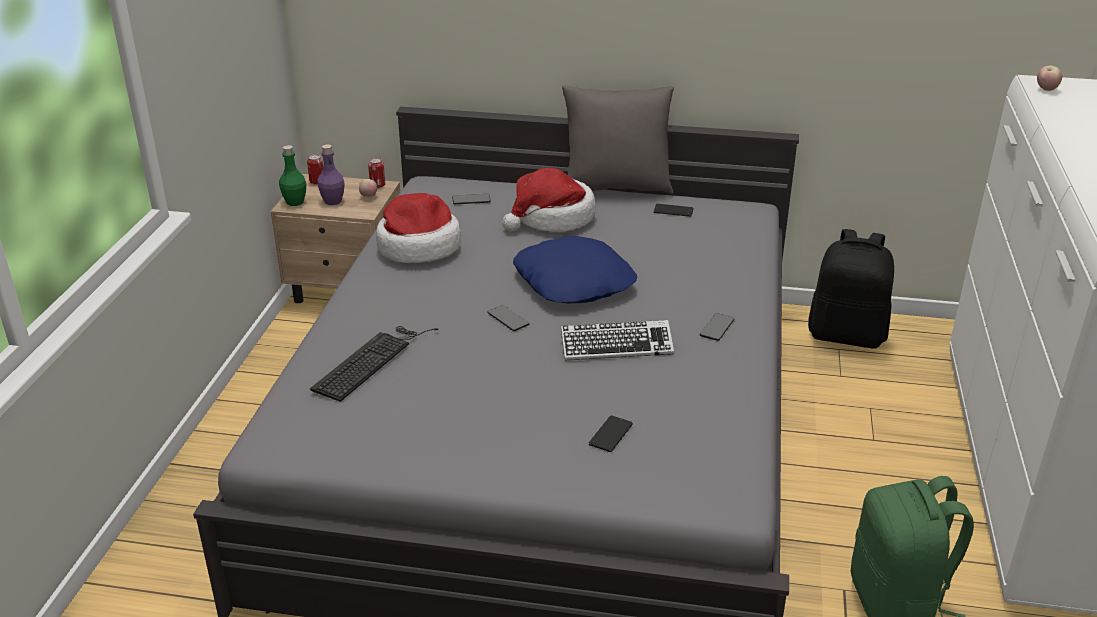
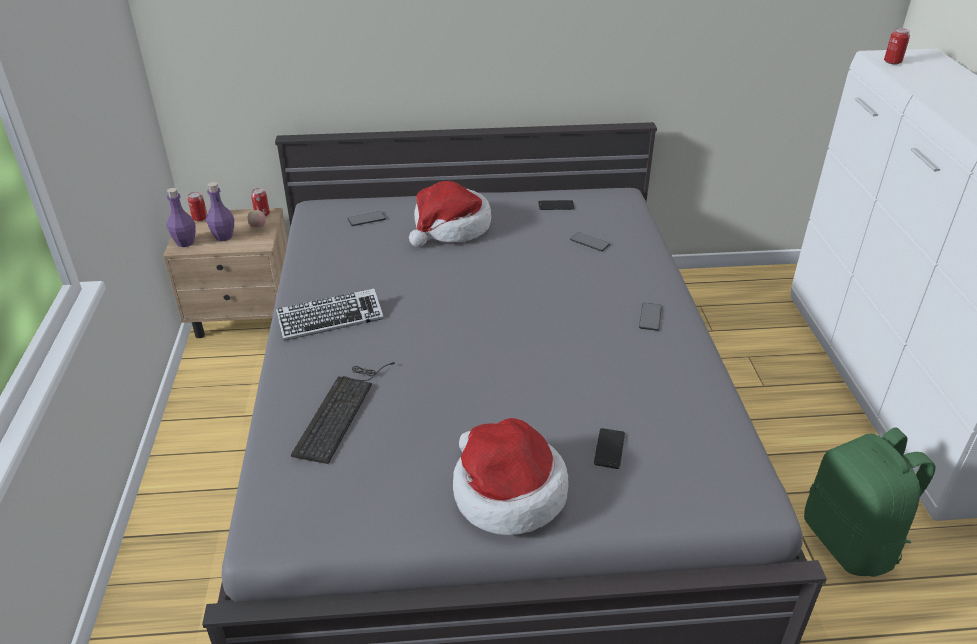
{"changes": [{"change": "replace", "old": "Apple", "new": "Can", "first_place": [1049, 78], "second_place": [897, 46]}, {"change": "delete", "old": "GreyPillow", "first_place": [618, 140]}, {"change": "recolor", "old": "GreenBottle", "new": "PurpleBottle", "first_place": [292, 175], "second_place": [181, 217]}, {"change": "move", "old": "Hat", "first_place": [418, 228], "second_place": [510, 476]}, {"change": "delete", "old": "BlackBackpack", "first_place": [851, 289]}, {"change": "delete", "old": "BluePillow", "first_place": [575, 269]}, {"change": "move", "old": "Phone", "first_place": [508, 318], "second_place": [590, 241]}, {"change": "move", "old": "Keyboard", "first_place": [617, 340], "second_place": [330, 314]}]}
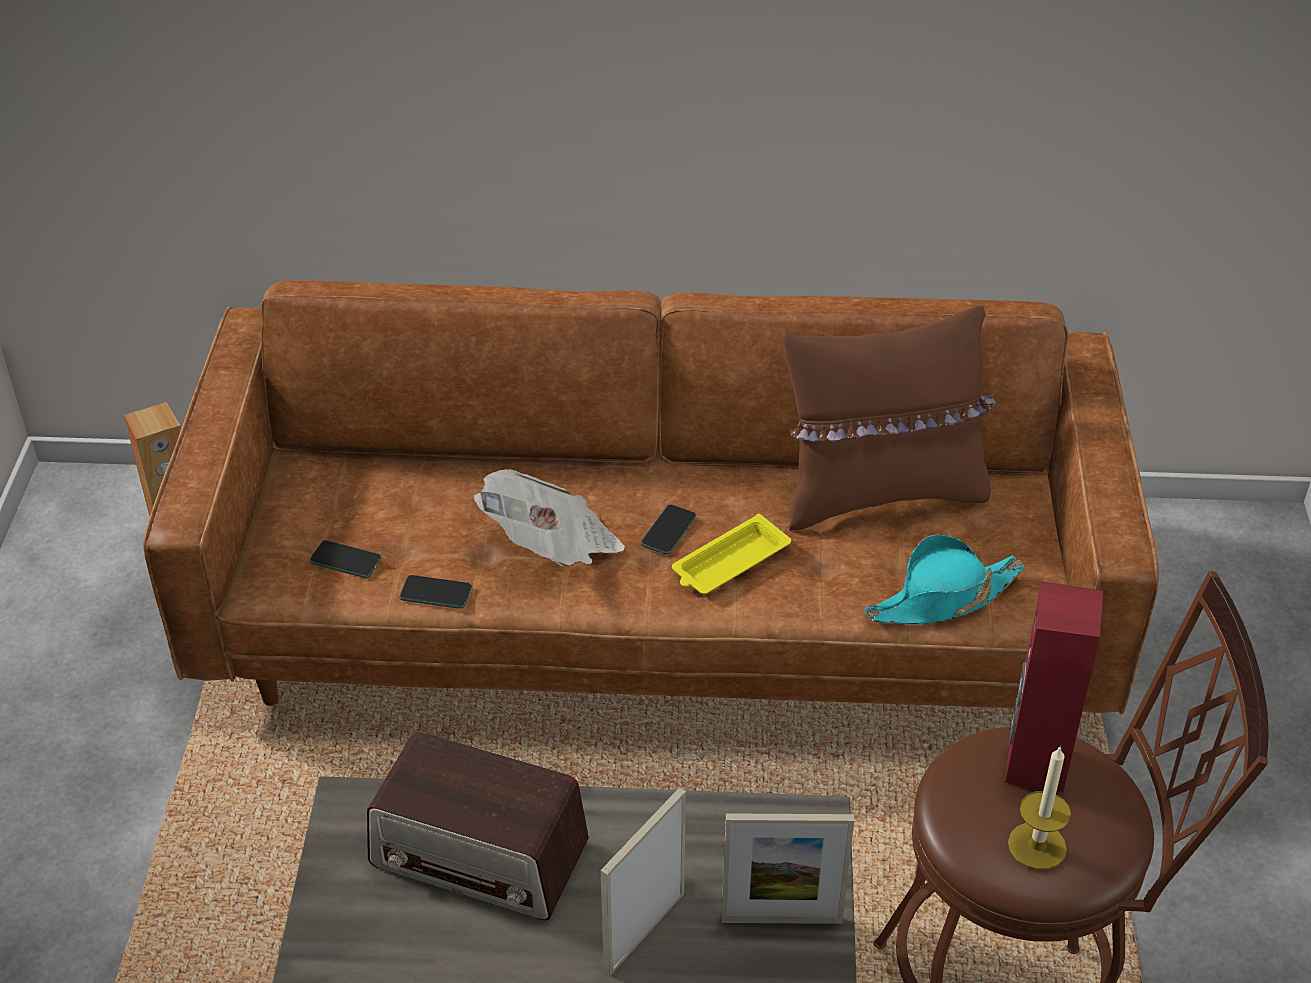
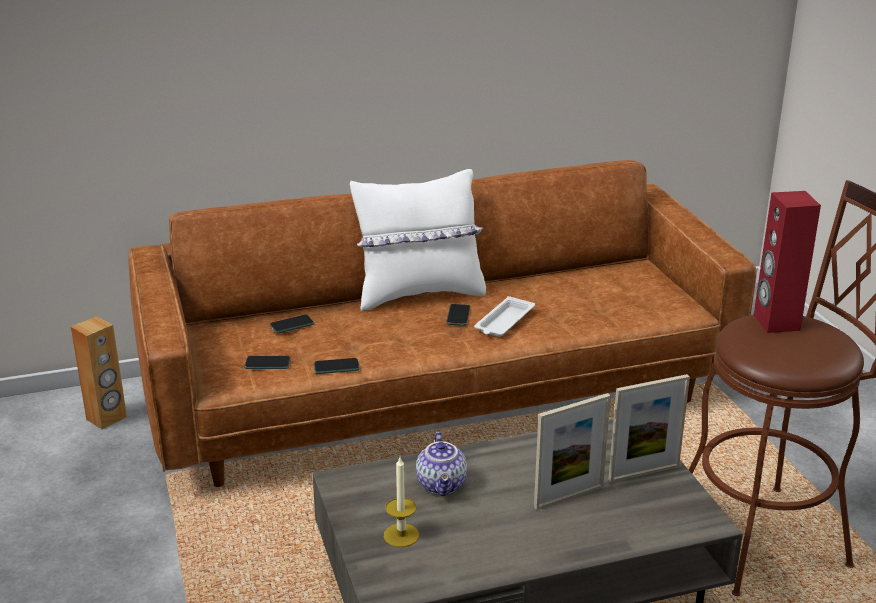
{"changes": [{"change": "delete", "old": "BrownPillow", "first_place": [889, 418]}, {"change": "delete", "old": "Newspaper", "first_place": [549, 518]}, {"change": "recolor", "old": "YellowTray", "new": "WhiteTray", "first_place": [731, 554], "second_place": [504, 316]}, {"change": "delete", "old": "TurquoiseHat", "first_place": [944, 580]}, {"change": "replace", "old": "Radio", "new": "Teapot", "first_place": [478, 825], "second_place": [441, 464]}, {"change": "move", "old": "Candle", "first_place": [1039, 807], "second_place": [401, 502]}, {"change": "rotate", "old": "PictureFrame", "first_place": [643, 881], "second_place": [572, 451], "degrees": -135}, {"change": "insert", "new": "WhitePillow", "second_place": [418, 240]}, {"change": "insert", "new": "Phone", "second_place": [291, 324]}]}
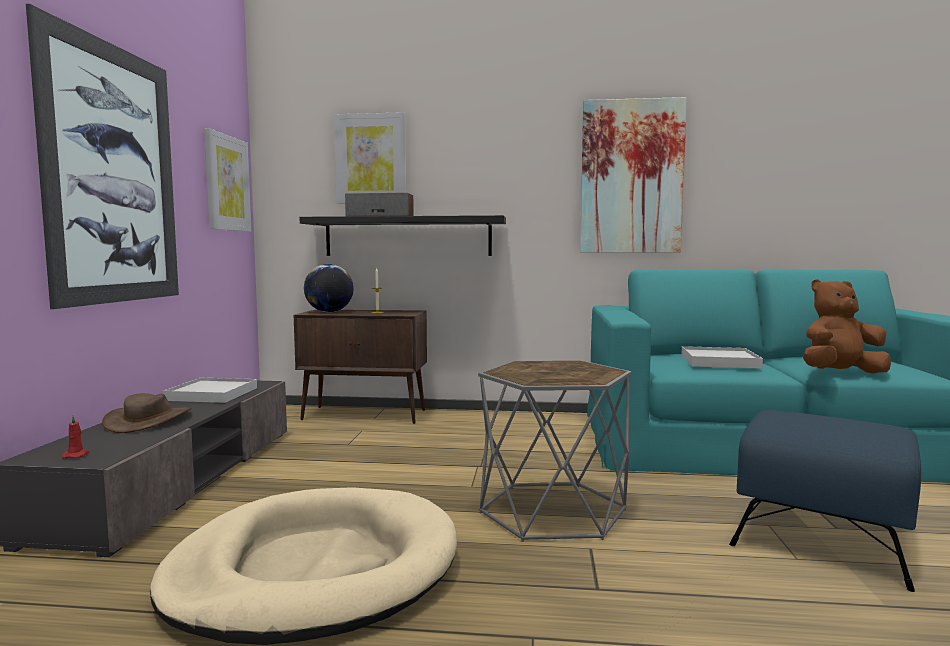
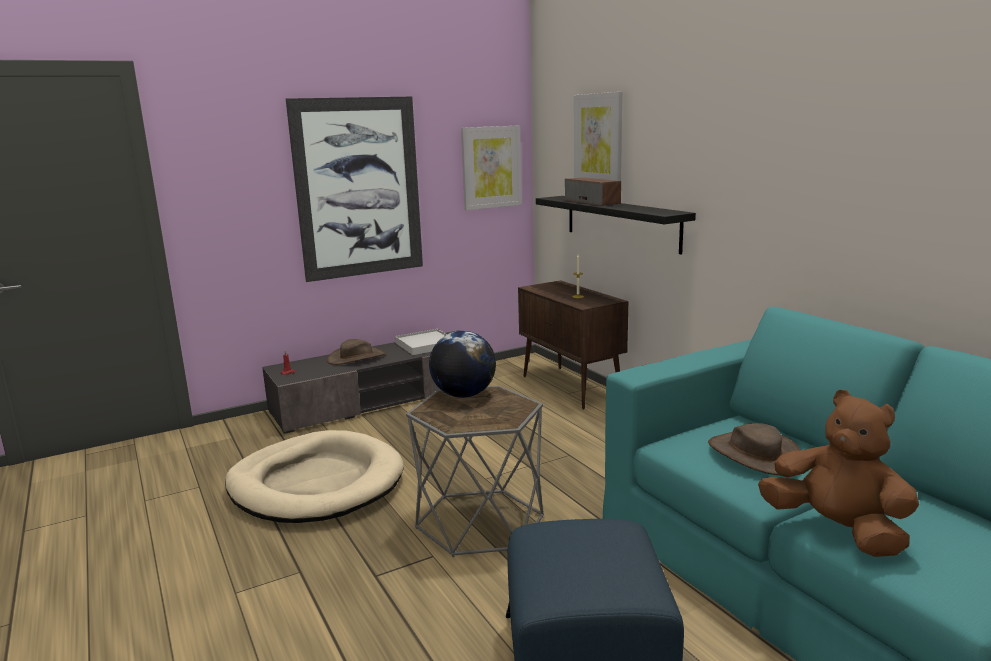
{"changes": [{"change": "delete", "old": "Picture", "first_place": [633, 175]}, {"change": "move", "old": "Globe", "first_place": [329, 288], "second_place": [462, 364]}, {"change": "replace", "old": "WhiteTray", "new": "BrownHat", "first_place": [722, 357], "second_place": [754, 449]}]}
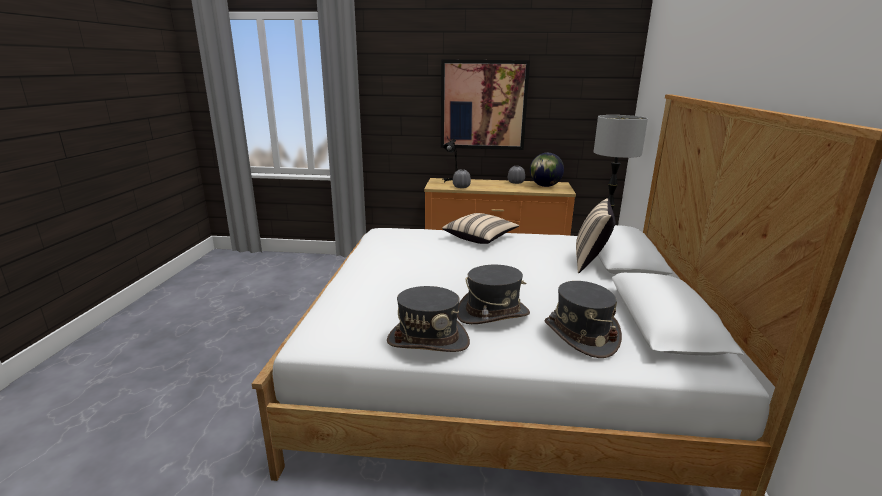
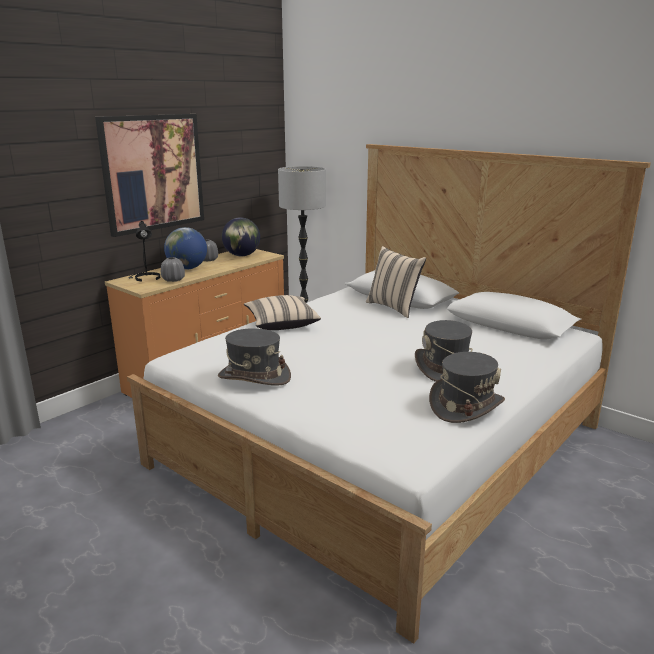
{"changes": [{"change": "move", "old": "GreyHat", "first_place": [583, 319], "second_place": [254, 357]}, {"change": "insert", "new": "Globe", "second_place": [185, 248]}]}
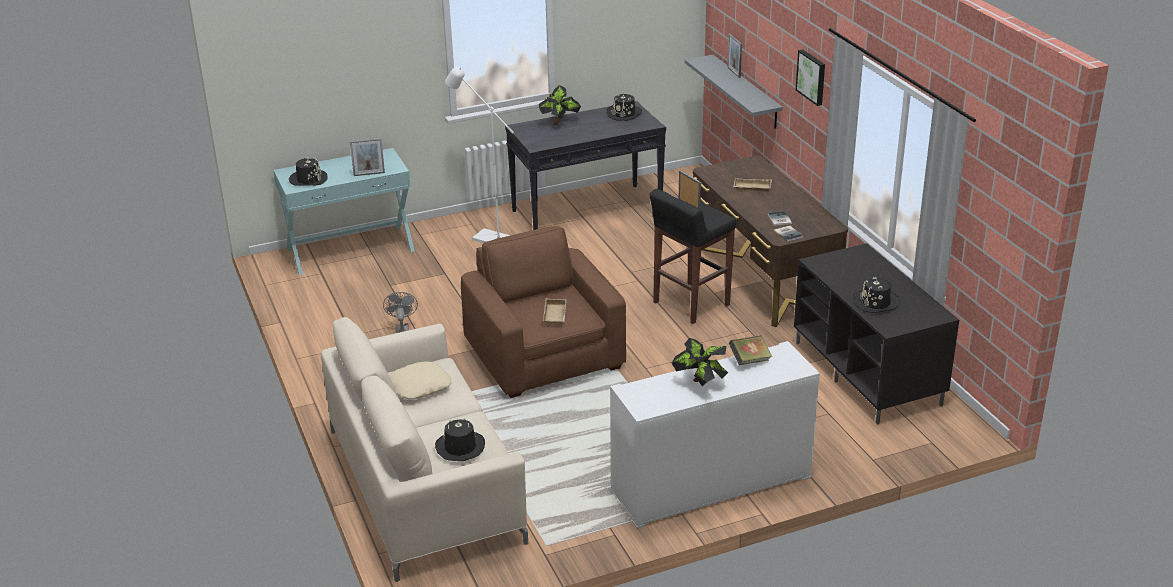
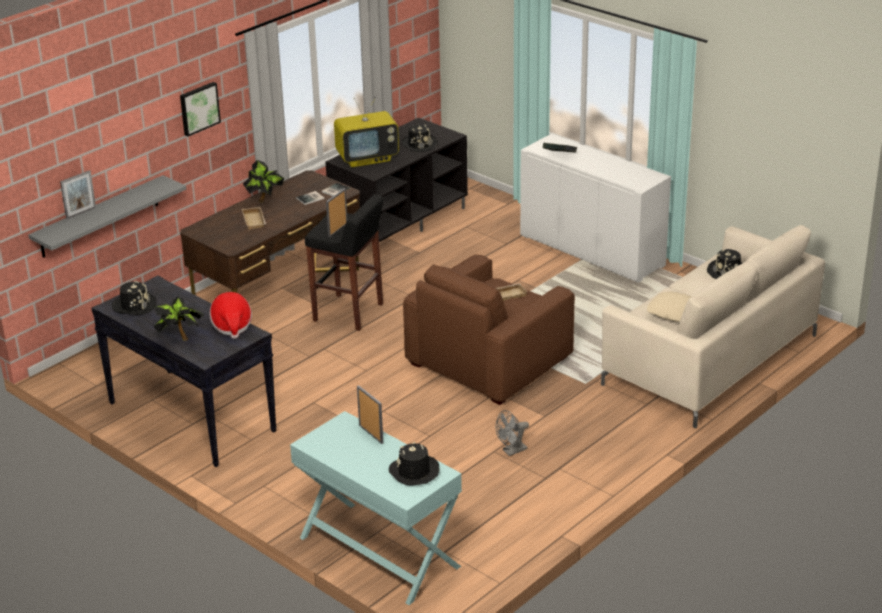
{"changes": [{"change": "delete", "old": "WhiteFloorLamp", "first_place": [479, 155]}, {"change": "move", "old": "PottedPlant", "first_place": [700, 362], "second_place": [263, 181]}, {"change": "insert", "new": "Television", "second_place": [366, 131]}, {"change": "insert", "new": "Hat", "second_place": [230, 315]}]}
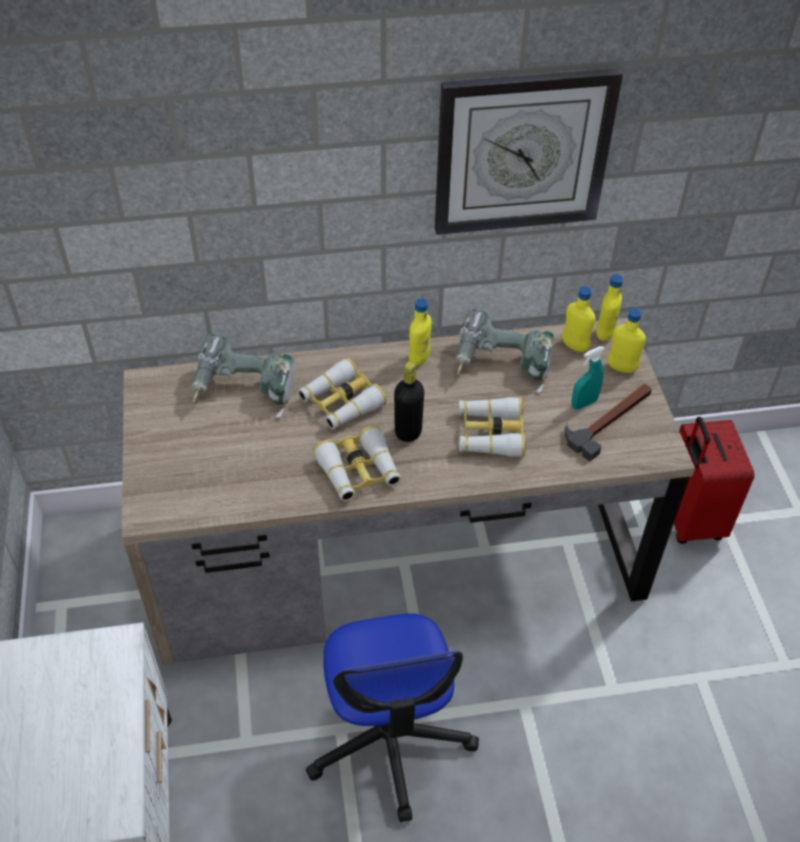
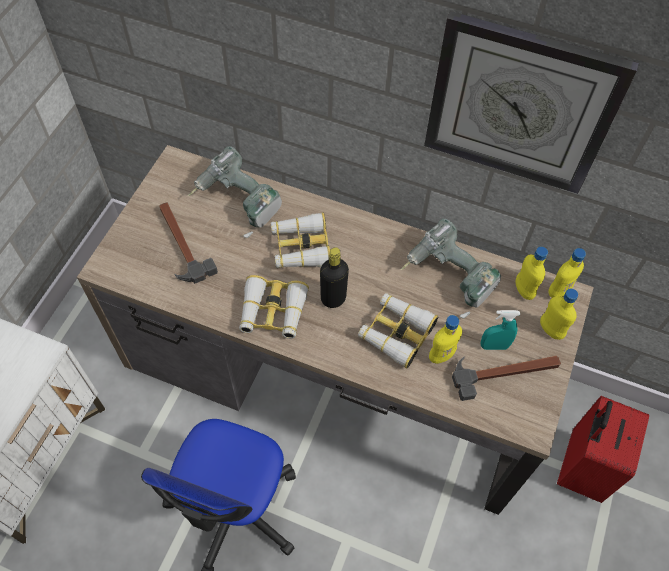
{"changes": [{"change": "move", "old": "YellowBottle", "first_place": [420, 332], "second_place": [445, 339]}, {"change": "insert", "new": "Hammer", "second_place": [188, 243]}]}
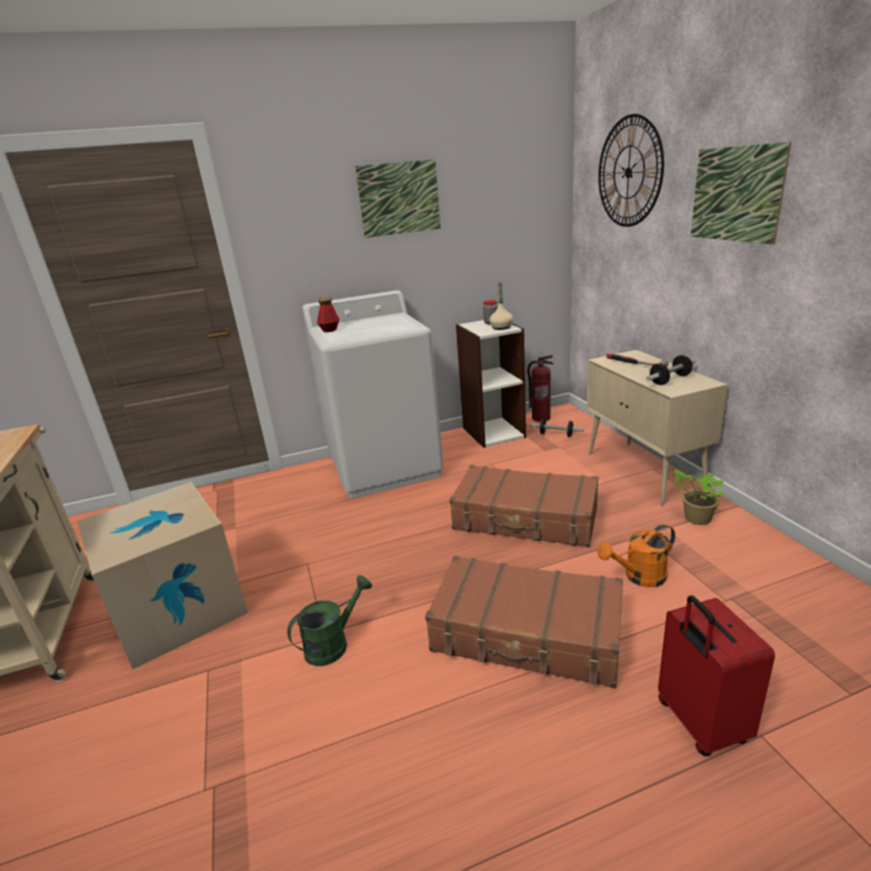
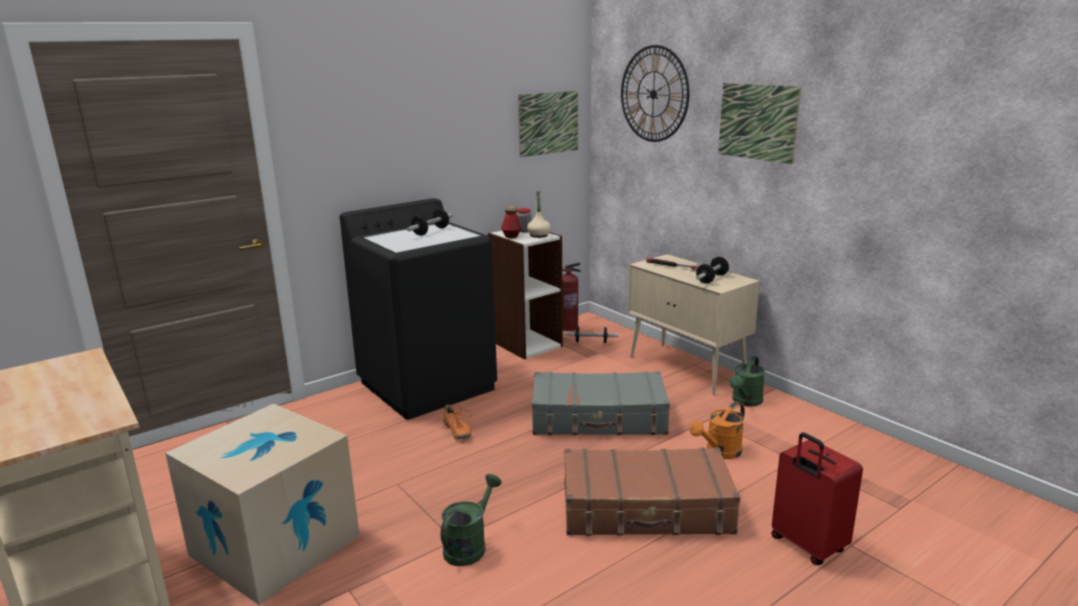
{"changes": [{"change": "move", "old": "Picture", "first_place": [398, 198], "second_place": [548, 124]}, {"change": "recolor", "old": "WhiteWashingMachine", "new": "BlackWashingMachine", "first_place": [373, 394], "second_place": [418, 309]}, {"change": "move", "old": "Bottle", "first_place": [328, 313], "second_place": [511, 222]}, {"change": "recolor", "old": "BrownSuitcase", "new": "GreySuitcase", "first_place": [523, 506], "second_place": [601, 403]}, {"change": "replace", "old": "PottedPlant", "new": "GreenWateringCan", "first_place": [698, 497], "second_place": [747, 381]}, {"change": "insert", "new": "Dumbbell", "second_place": [429, 222]}, {"change": "insert", "new": "OrangeShoe", "second_place": [454, 421]}]}
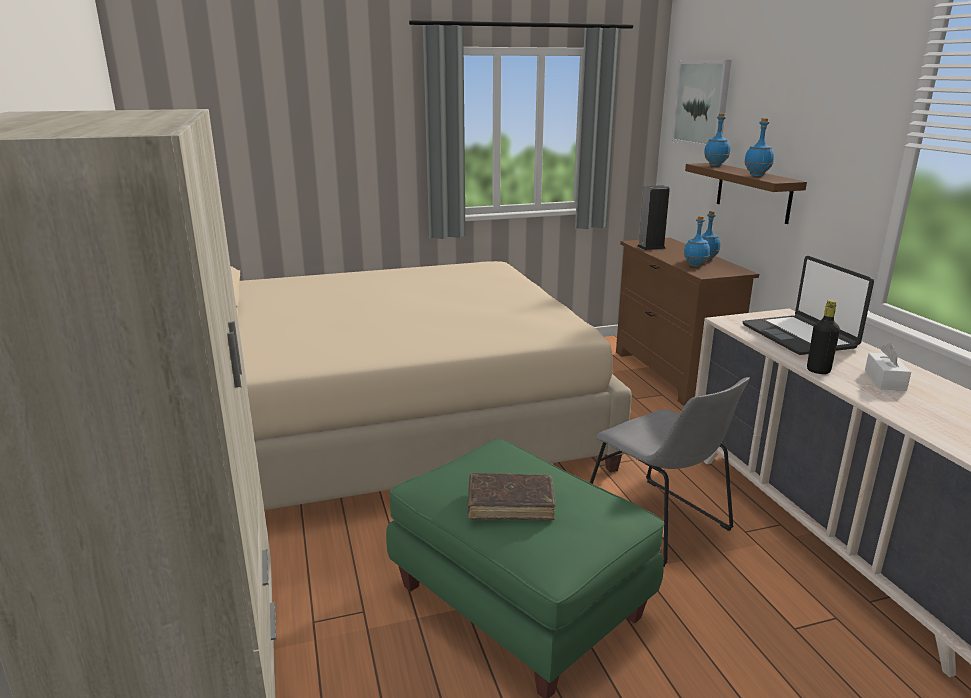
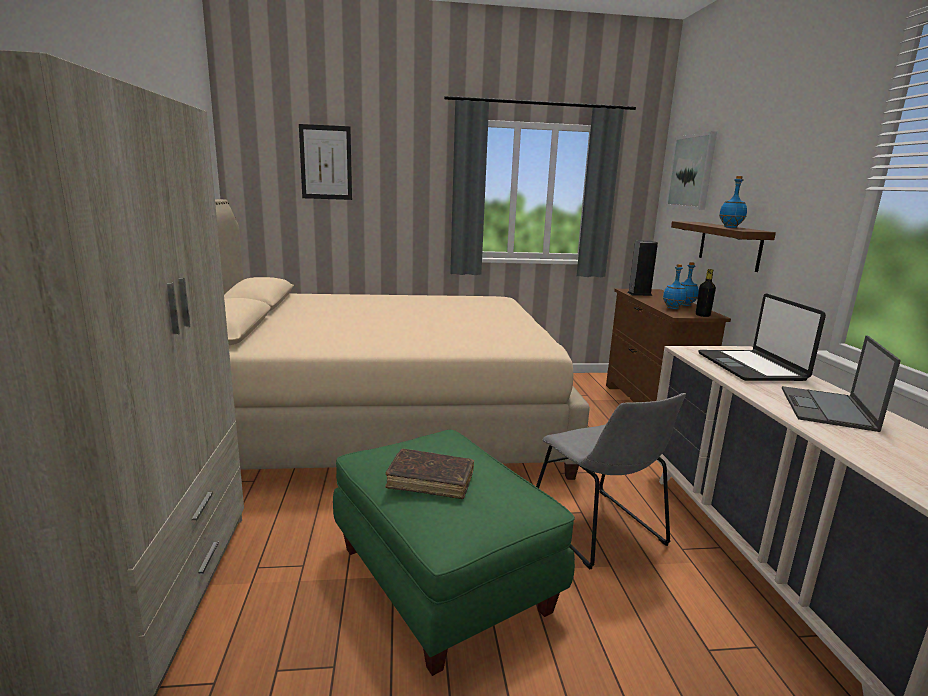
{"changes": [{"change": "delete", "old": "BlueBottle", "first_place": [717, 139]}, {"change": "move", "old": "BlackBottle", "first_place": [823, 337], "second_place": [706, 293]}, {"change": "replace", "old": "WhiteTissueBox", "new": "Laptop", "first_place": [888, 367], "second_place": [841, 383]}, {"change": "insert", "new": "Picture", "second_place": [325, 162]}]}
